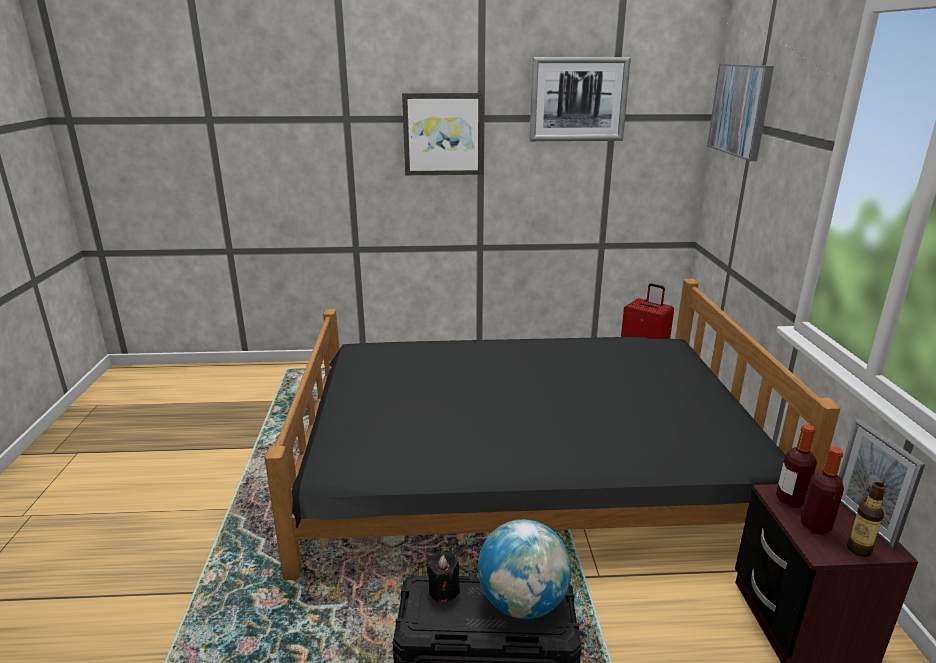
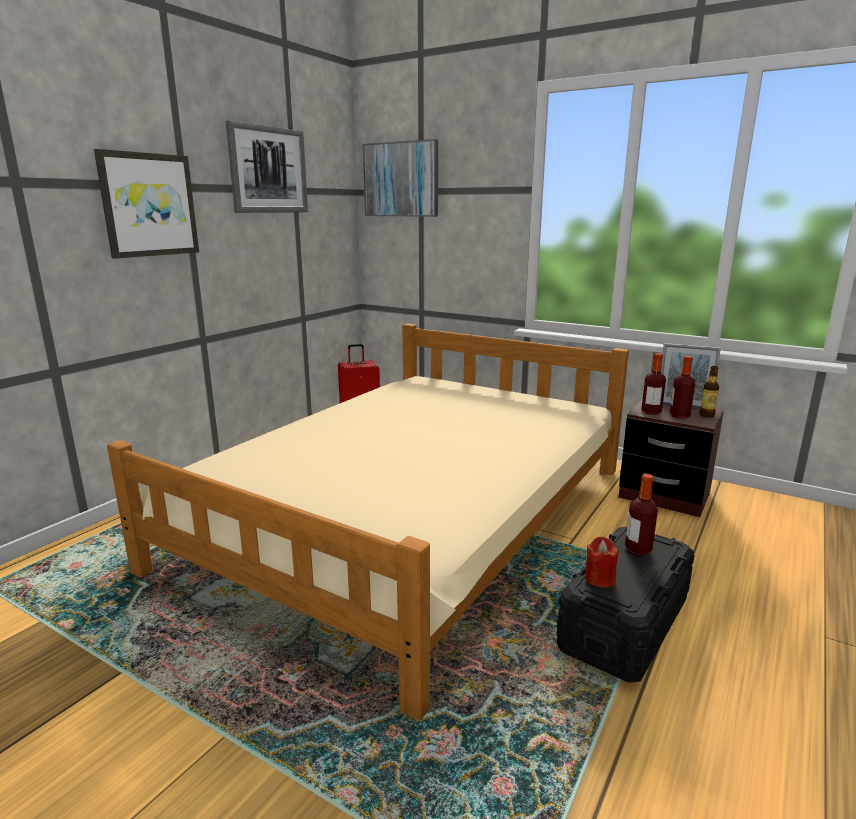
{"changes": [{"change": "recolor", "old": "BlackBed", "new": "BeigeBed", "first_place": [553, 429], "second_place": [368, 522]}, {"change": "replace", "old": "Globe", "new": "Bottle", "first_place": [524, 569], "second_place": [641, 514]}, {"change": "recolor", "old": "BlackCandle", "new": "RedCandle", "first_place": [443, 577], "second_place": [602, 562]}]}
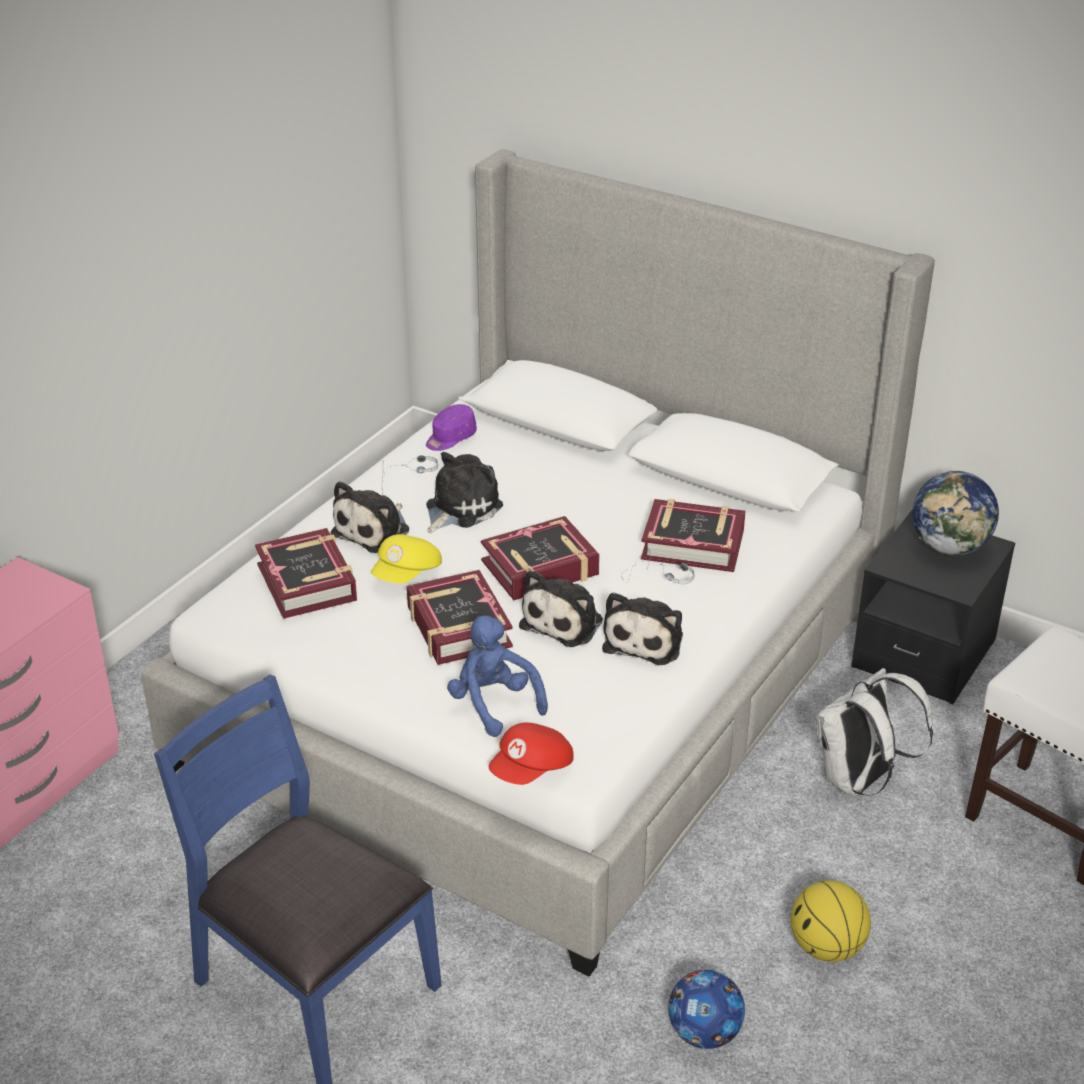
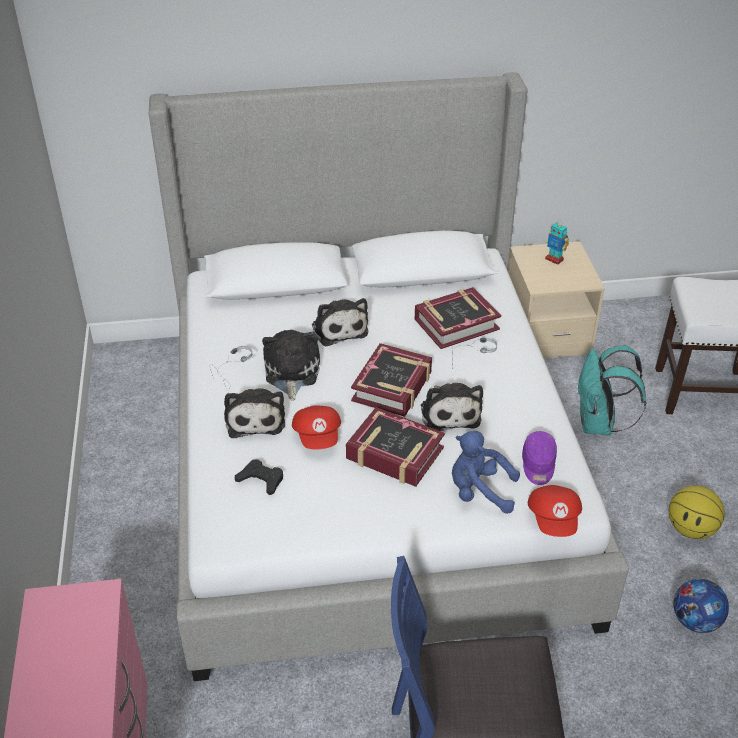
{"changes": [{"change": "move", "old": "PurpleCap", "first_place": [451, 427], "second_place": [539, 458]}, {"change": "replace", "old": "Globe", "new": "ToyRobot", "first_place": [955, 513], "second_place": [557, 242]}, {"change": "recolor", "old": "BlackNightstand", "new": "BeigeNightstand", "first_place": [933, 607], "second_place": [556, 299]}, {"change": "replace", "old": "Book", "new": "BlackGameController", "first_place": [306, 573], "second_place": [259, 477]}, {"change": "recolor", "old": "YellowCap", "new": "RedCap", "first_place": [406, 558], "second_place": [316, 427]}, {"change": "move", "old": "PlushToy", "first_place": [642, 628], "second_place": [340, 322]}, {"change": "recolor", "old": "WhiteBackpack", "new": "TurquoiseBackpack", "first_place": [874, 732], "second_place": [611, 390]}]}
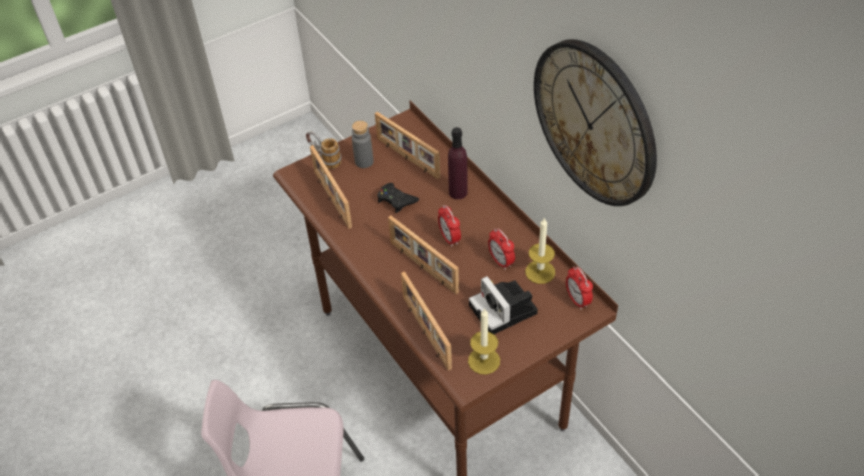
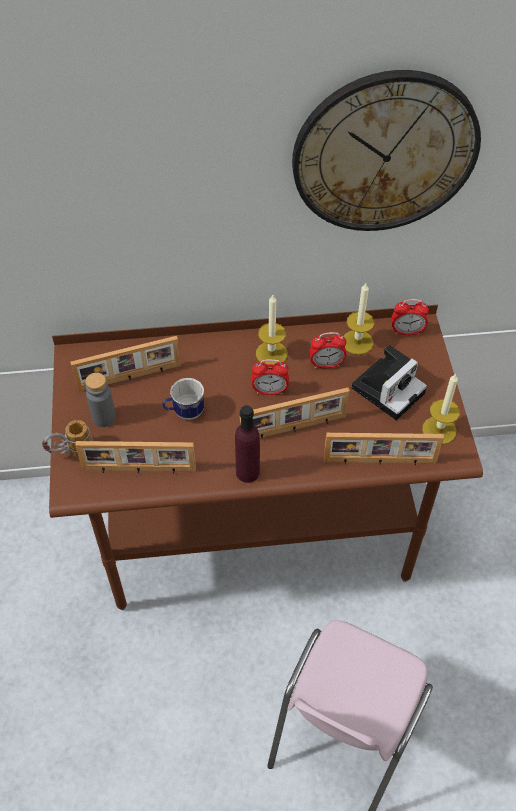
{"changes": [{"change": "move", "old": "PurpleBottle", "first_place": [458, 163], "second_place": [247, 444]}, {"change": "replace", "old": "BlackGameController", "new": "Mug", "first_place": [398, 198], "second_place": [183, 399]}, {"change": "rotate", "old": "PhotoCamera", "first_place": [503, 305], "second_place": [389, 382], "degrees": -45}, {"change": "insert", "new": "Candle", "second_place": [272, 329]}]}
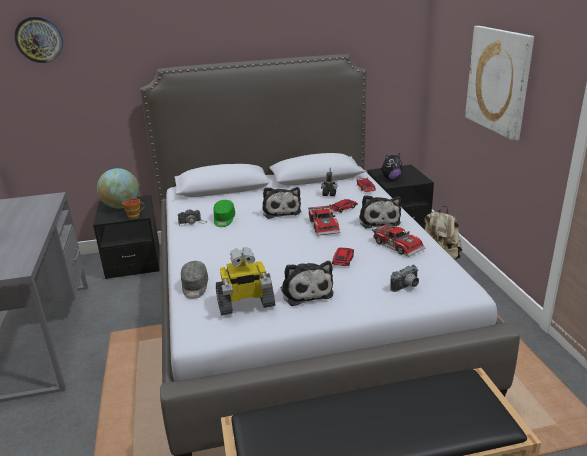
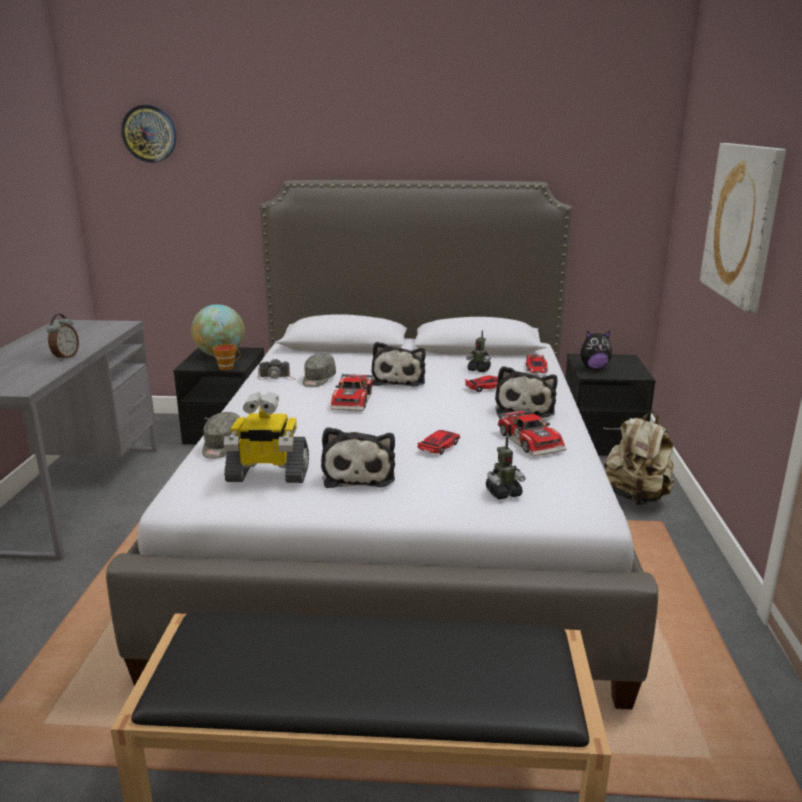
{"changes": [{"change": "recolor", "old": "GreenCap", "new": "GreyCap", "first_place": [224, 213], "second_place": [319, 370]}, {"change": "move", "old": "ToyCar", "first_place": [324, 220], "second_place": [351, 392]}, {"change": "replace", "old": "PhotoCamera", "new": "ToyRobot", "first_place": [404, 278], "second_place": [505, 467]}, {"change": "insert", "new": "AlarmClock", "second_place": [63, 337]}]}
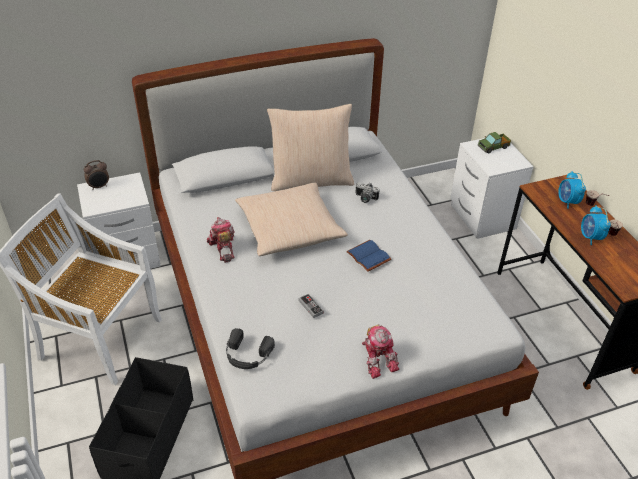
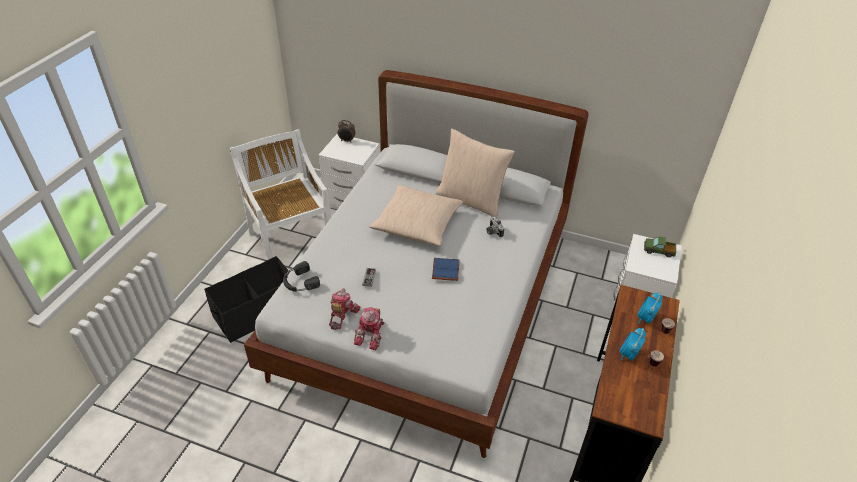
{"changes": [{"change": "move", "old": "ToyRobot", "first_place": [220, 240], "second_place": [344, 309]}]}
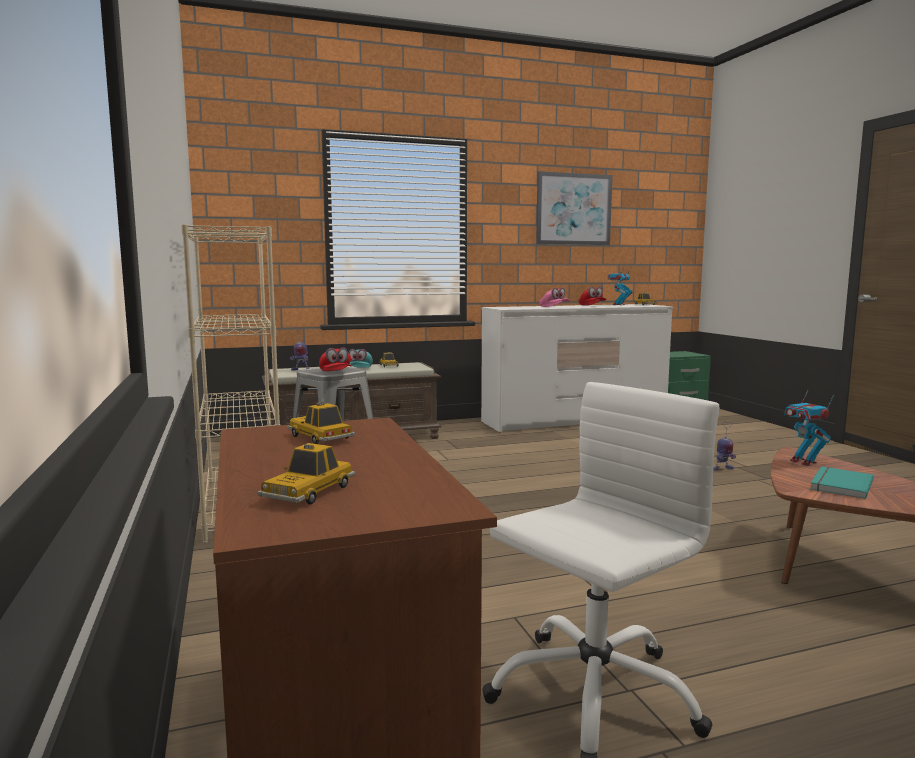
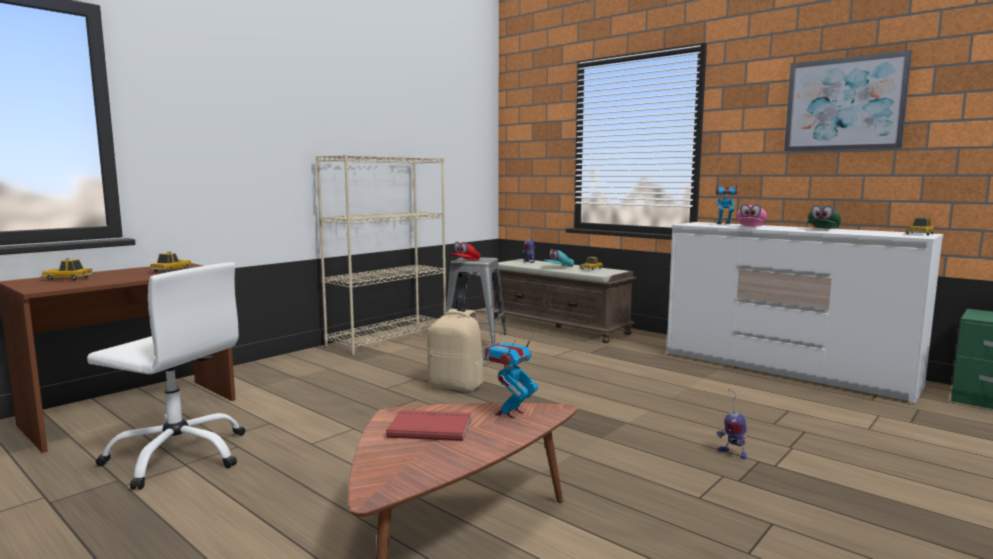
{"changes": [{"change": "move", "old": "ToyRobot", "first_place": [619, 286], "second_place": [727, 202]}, {"change": "recolor", "old": "RedCap", "new": "GreenCap", "first_place": [592, 296], "second_place": [824, 217]}, {"change": "recolor", "old": "TurquoiseBook", "new": "RedBook", "first_place": [842, 482], "second_place": [428, 425]}, {"change": "insert", "new": "BeigeBackpack", "second_place": [455, 350]}]}
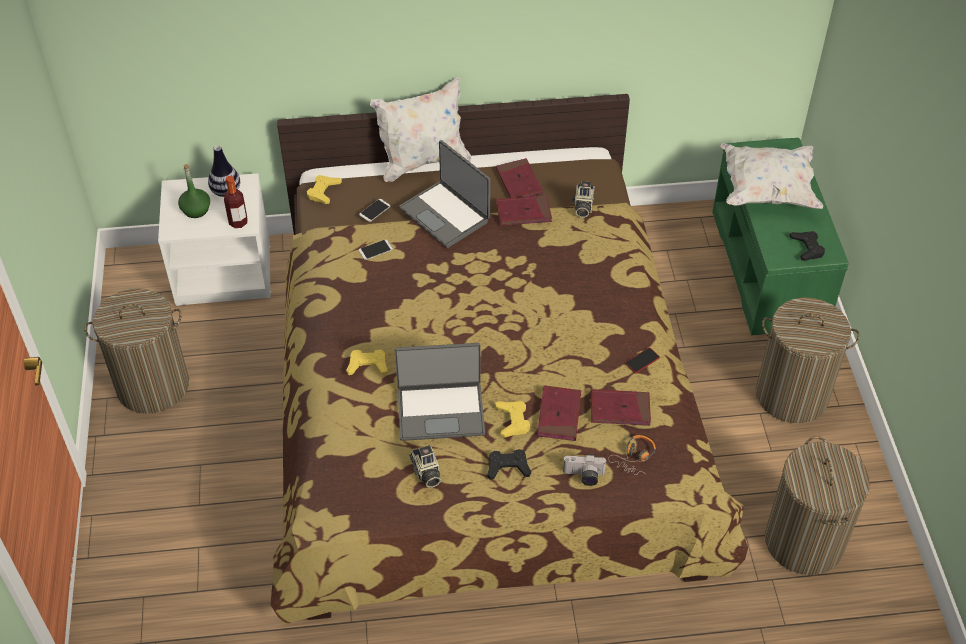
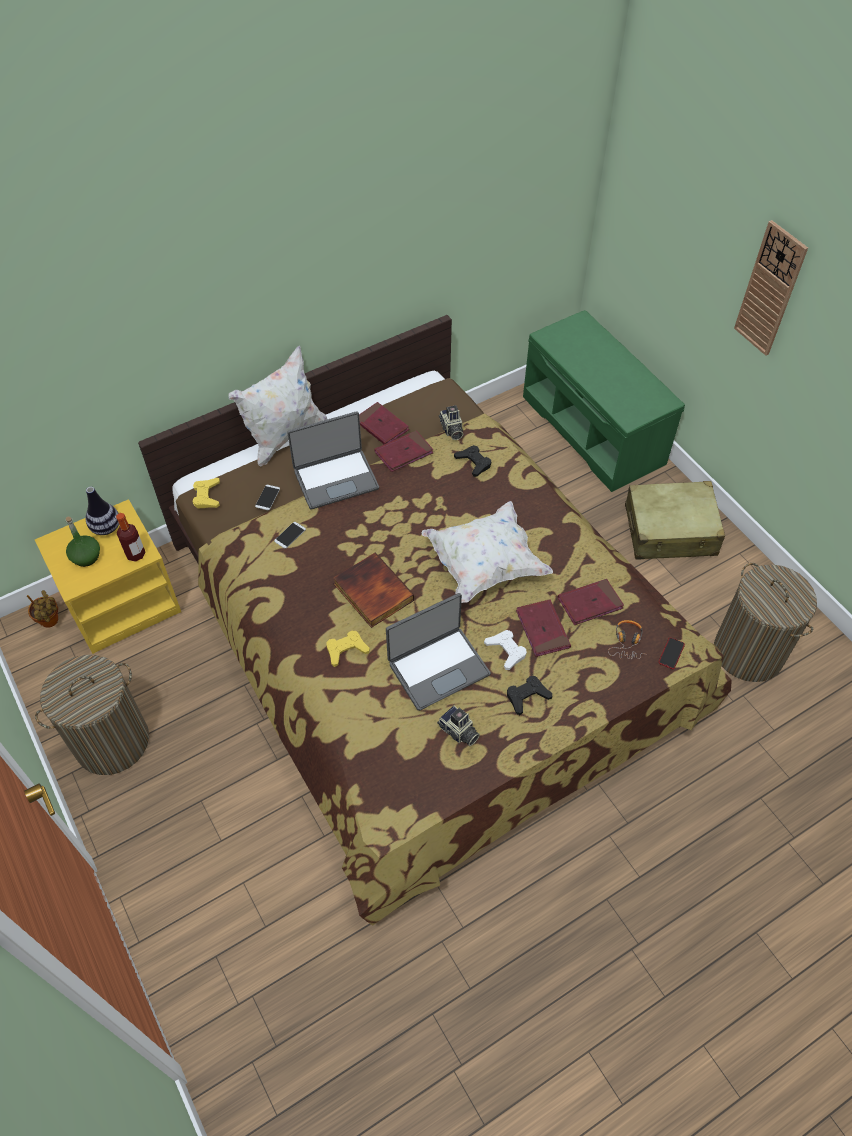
{"changes": [{"change": "rotate", "old": "Laptop", "first_place": [444, 194], "second_place": [333, 460], "degrees": -45}, {"change": "move", "old": "WhitePillow", "first_place": [772, 176], "second_place": [487, 552]}, {"change": "recolor", "old": "WhiteNightstand", "new": "YellowNightstand", "first_place": [214, 239], "second_place": [108, 576]}, {"change": "move", "old": "BlackGameController", "first_place": [807, 246], "second_place": [472, 461]}, {"change": "replace", "old": "LaundryBasket", "new": "BeigeSuitcase", "first_place": [808, 360], "second_place": [675, 520]}, {"change": "move", "old": "Phone", "first_place": [642, 360], "second_place": [672, 653]}, {"change": "recolor", "old": "YellowGameController", "new": "WhiteGameController", "first_place": [512, 419], "second_place": [505, 650]}, {"change": "delete", "old": "PhotoCamera", "first_place": [585, 470]}, {"change": "insert", "new": "WallClock", "second_place": [771, 288]}, {"change": "insert", "new": "Book", "second_place": [373, 590]}, {"change": "insert", "new": "PottedPlant", "second_place": [42, 609]}]}
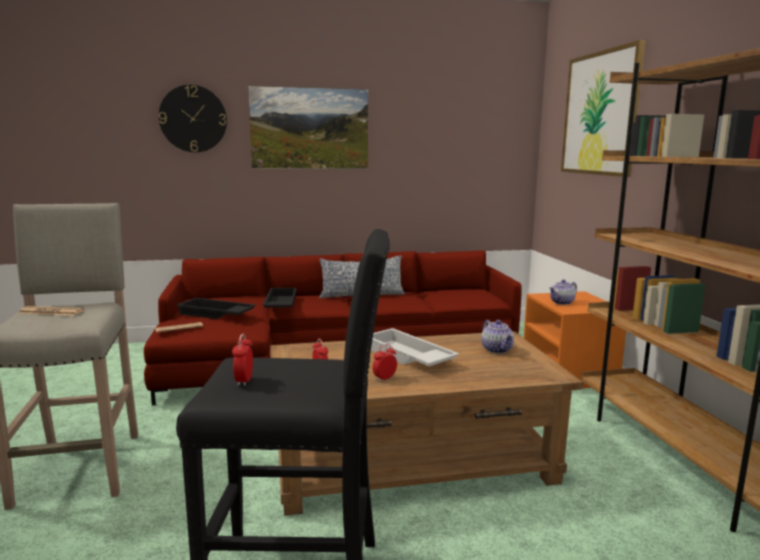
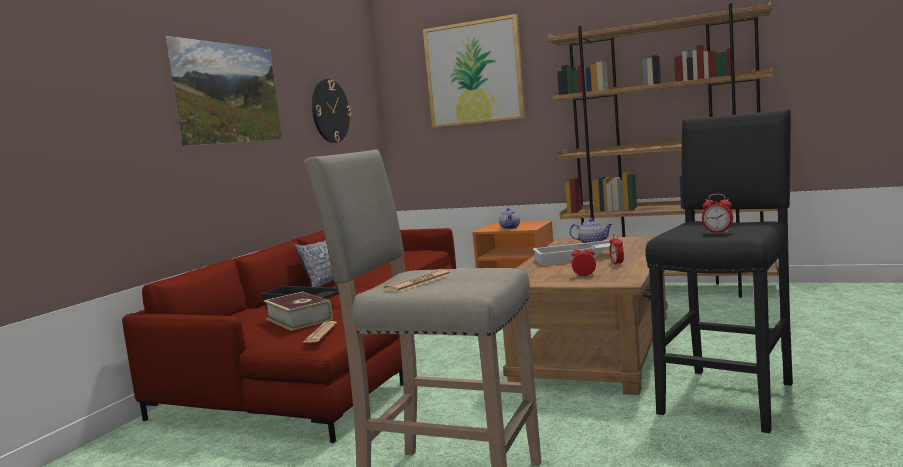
{"changes": [{"change": "move", "old": "WallClock", "first_place": [193, 118], "second_place": [331, 111]}, {"change": "replace", "old": "BlackTray", "new": "Book", "first_place": [216, 308], "second_place": [298, 311]}]}
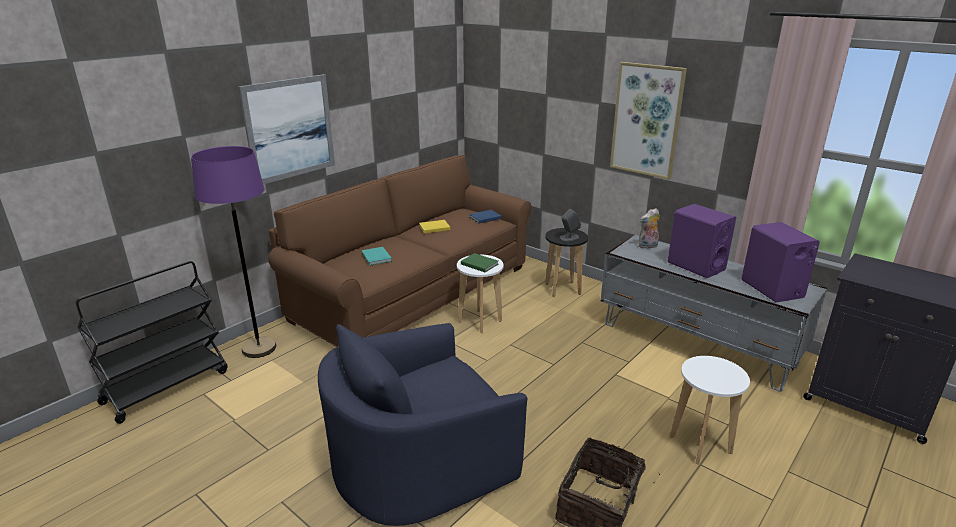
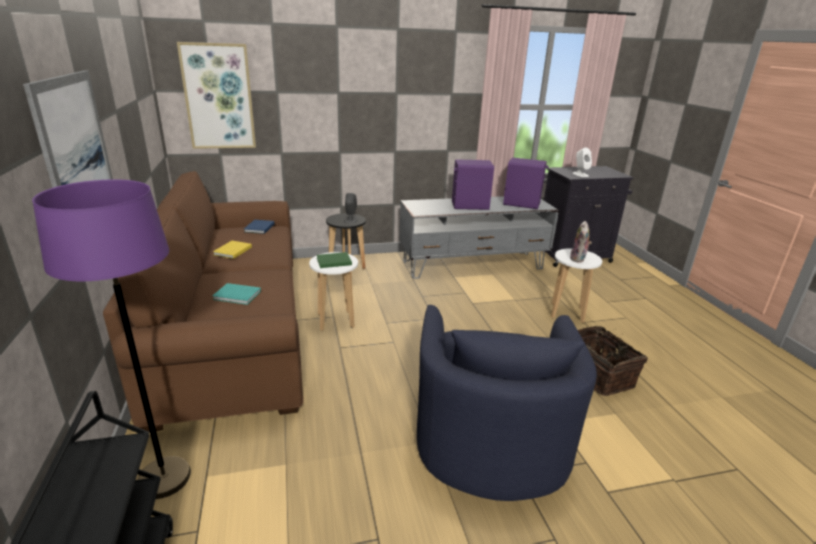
{"changes": [{"change": "move", "old": "Picture", "first_place": [648, 121], "second_place": [216, 95]}, {"change": "move", "old": "PlushToy", "first_place": [649, 228], "second_place": [581, 242]}, {"change": "insert", "new": "WhiteSpeaker", "second_place": [582, 162]}]}
